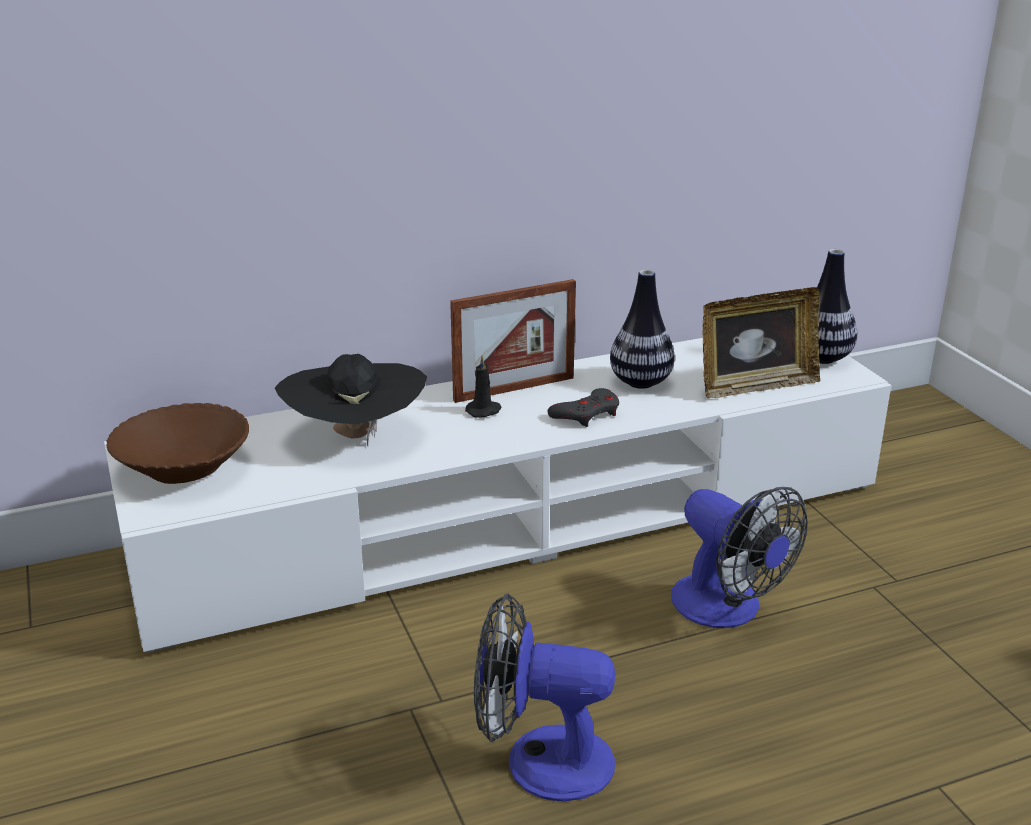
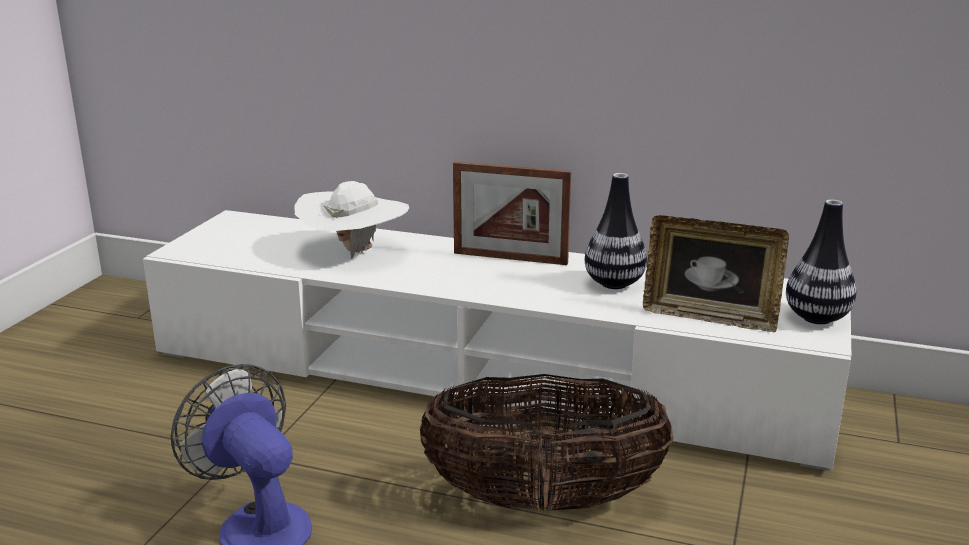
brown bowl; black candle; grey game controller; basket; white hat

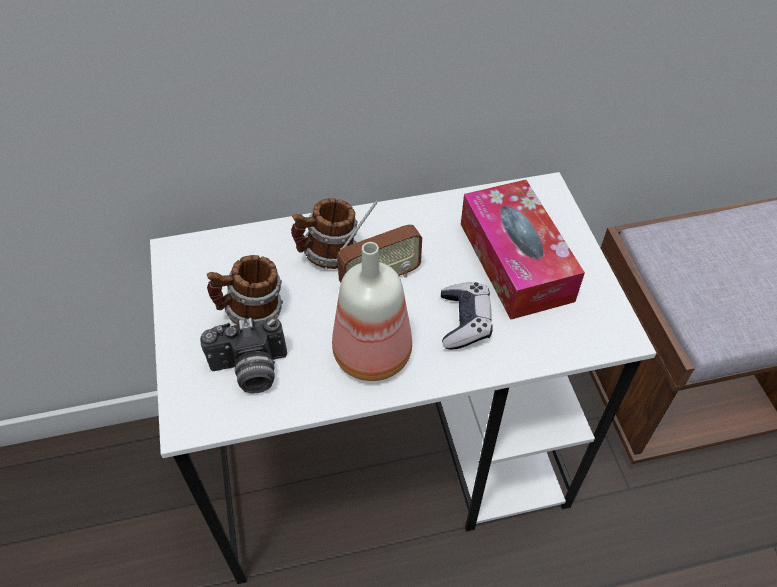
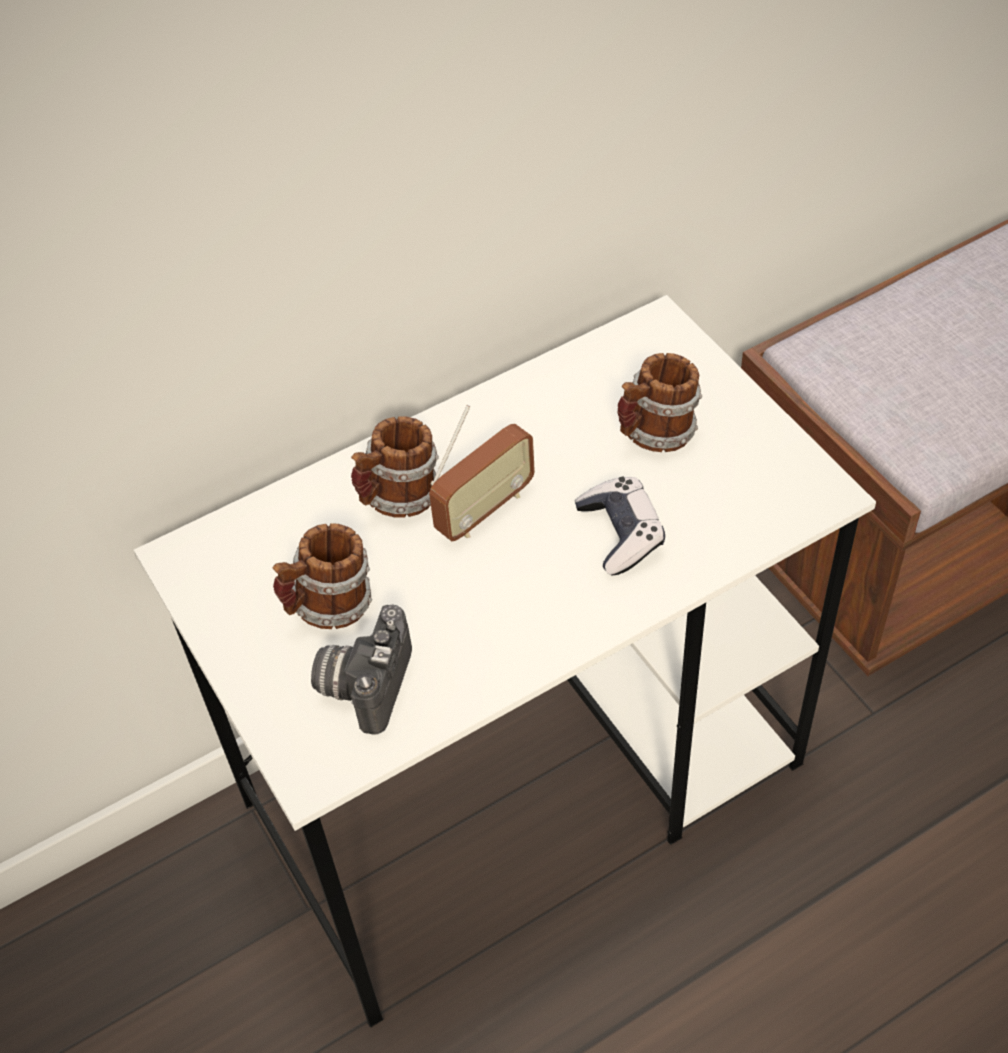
bottle; mug (3rd from left); photo camera

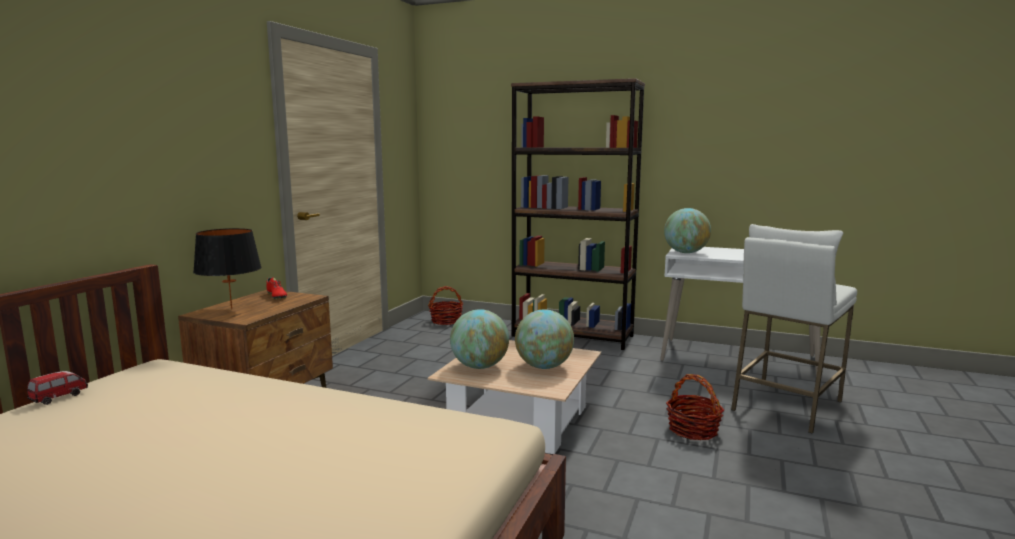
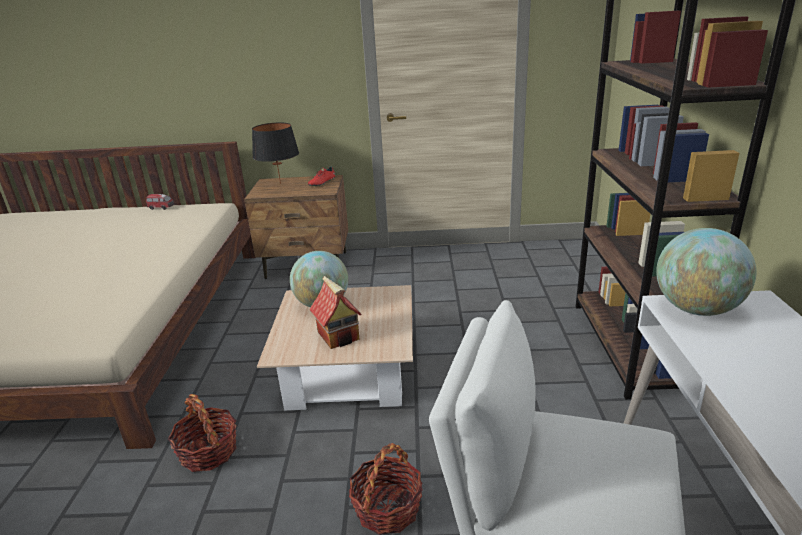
basket (1st from left); toy house

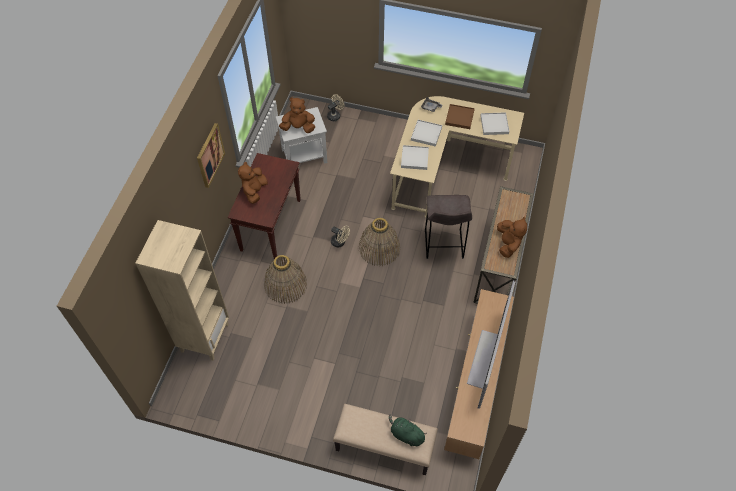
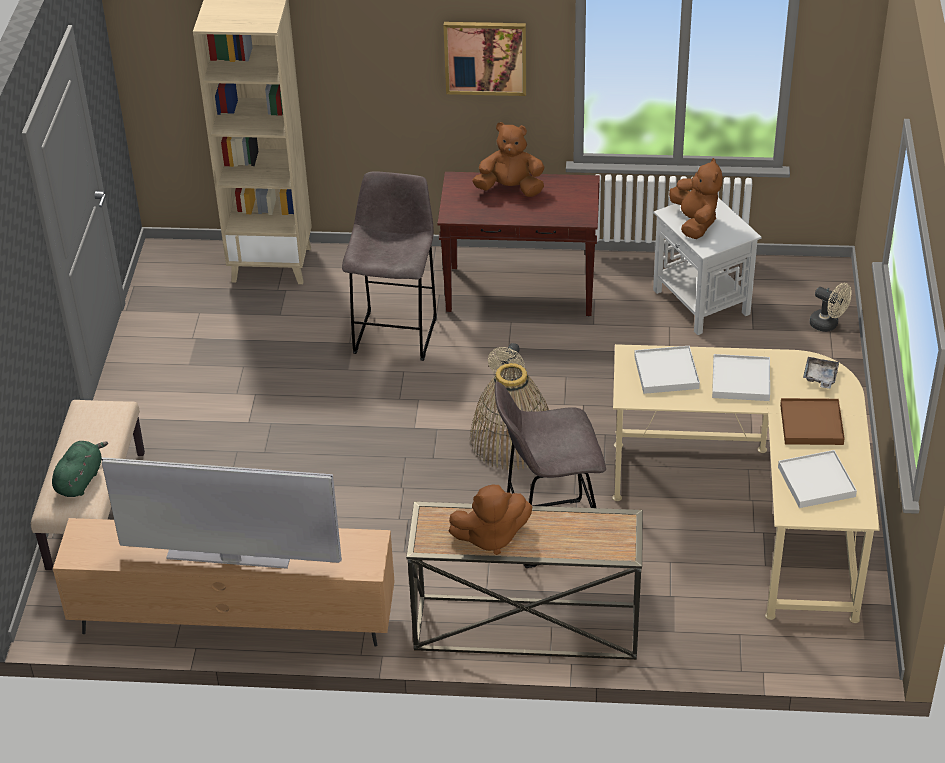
grey stool (1st from left)

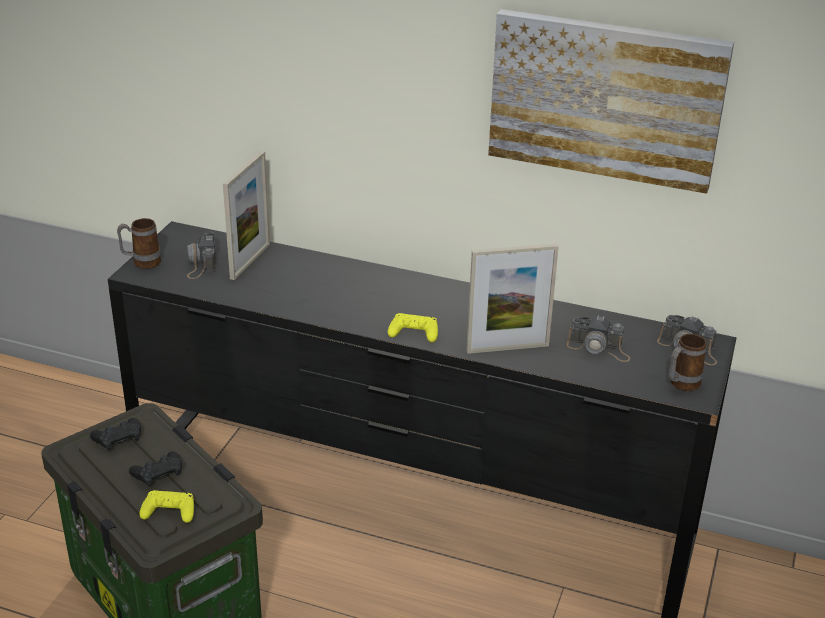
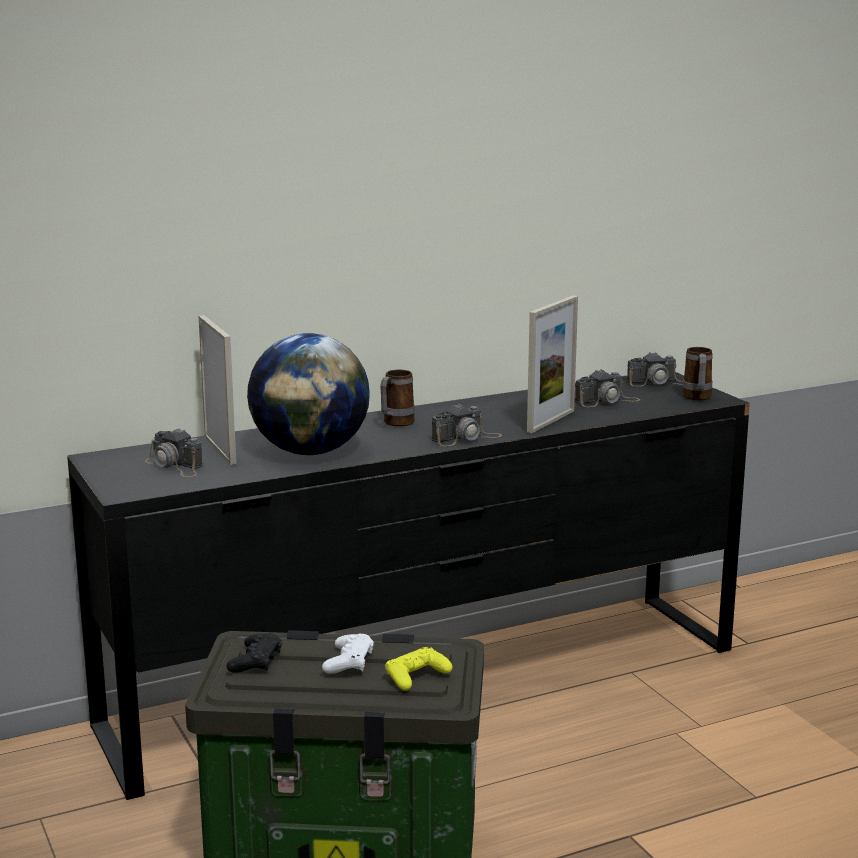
picture; globe; mug (1st from left); photo camera (2nd from left); white game controller

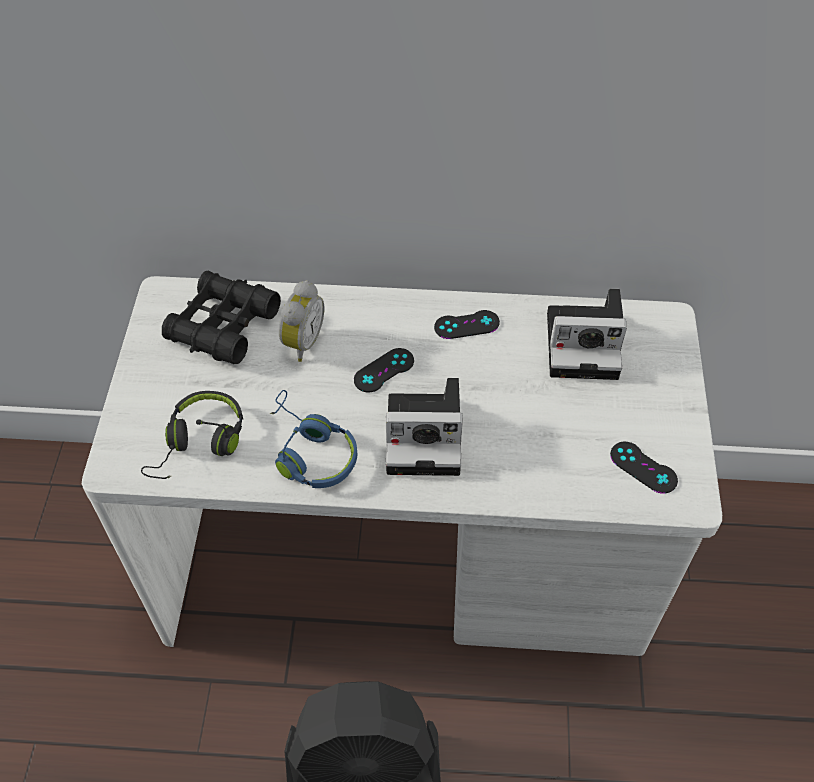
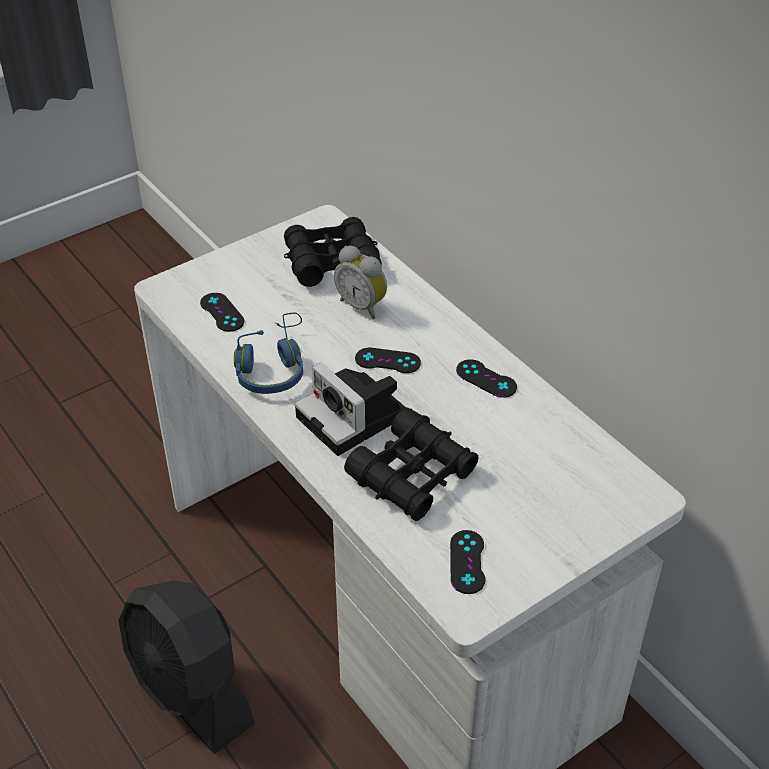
photo camera (2nd from left in the first image); black binoculars (2nd from left); black game controller (1st from left); alarm clock

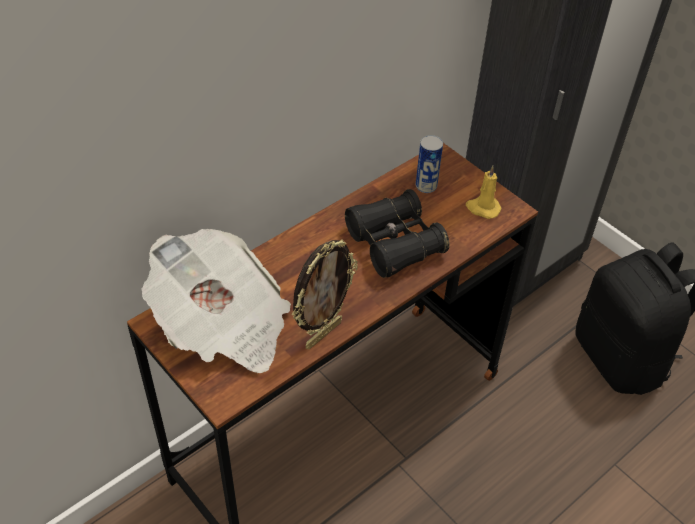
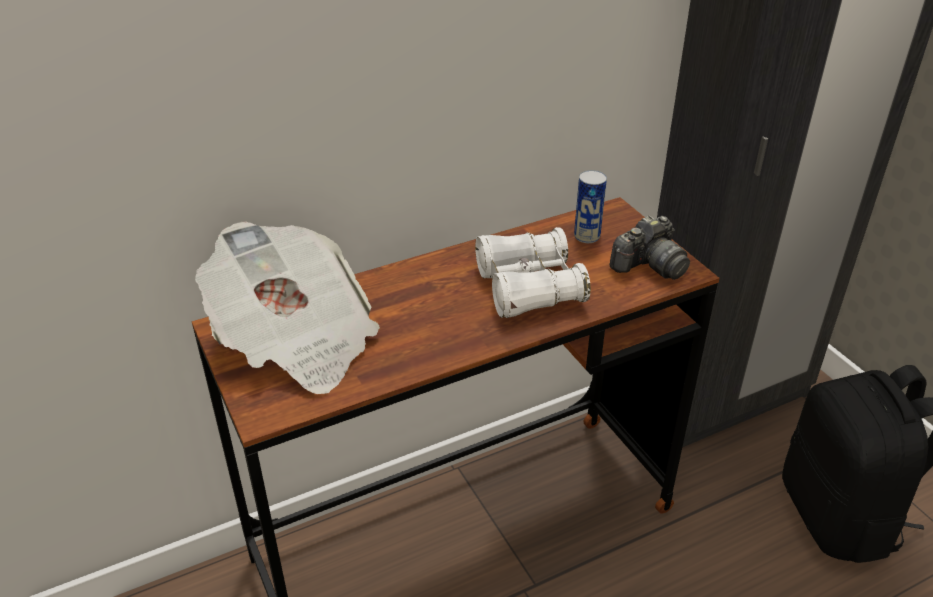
picture frame; photo camera; white binoculars

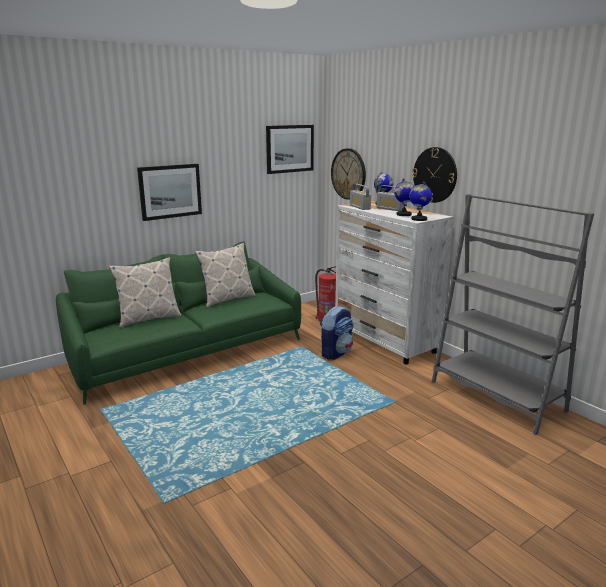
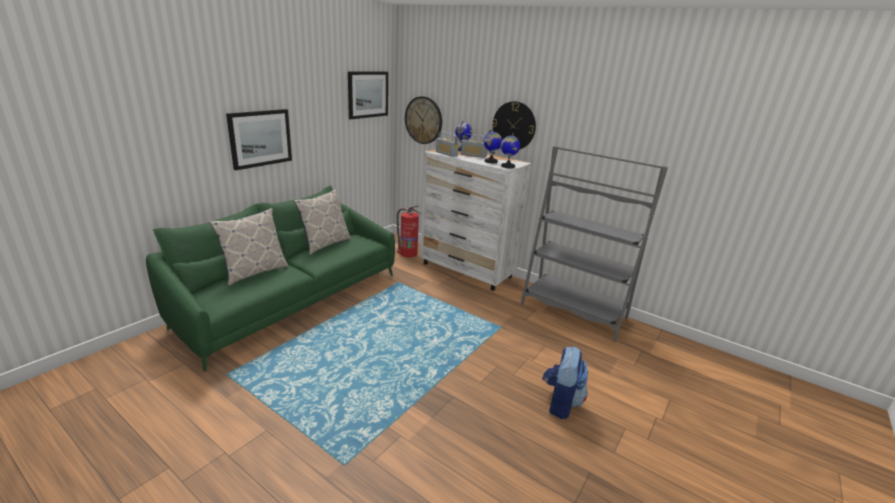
backpack

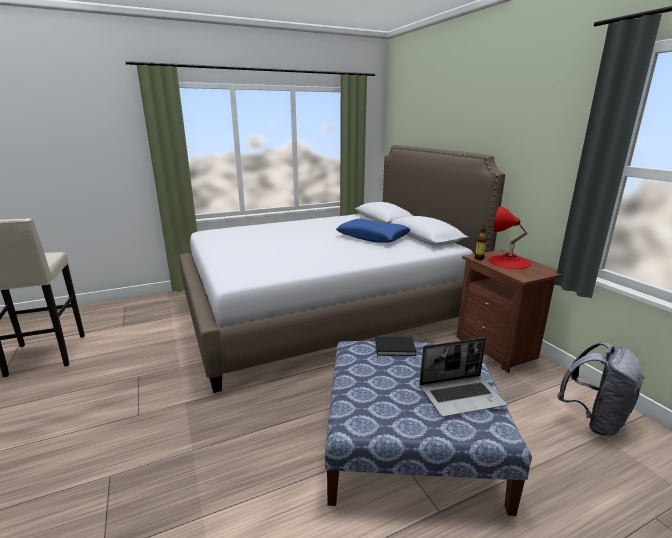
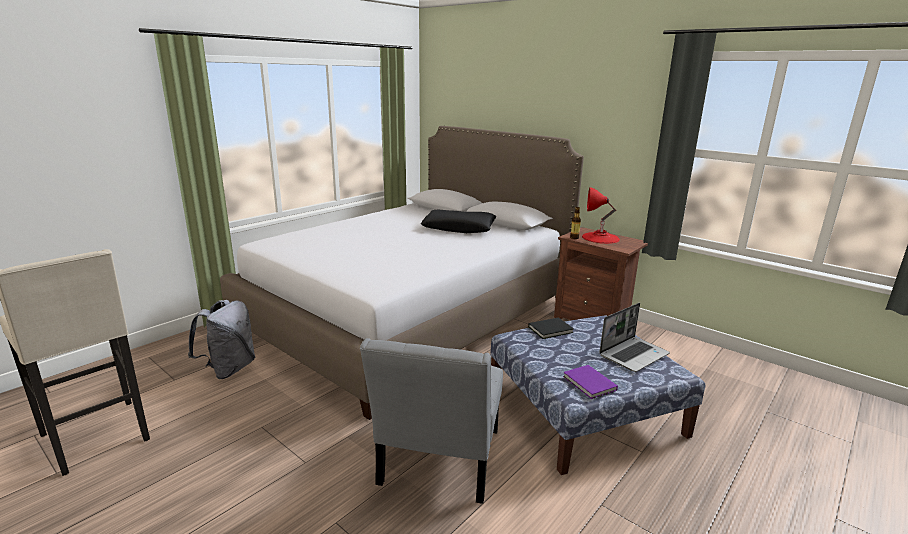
grey chair; purple book; grey backpack; black pillow

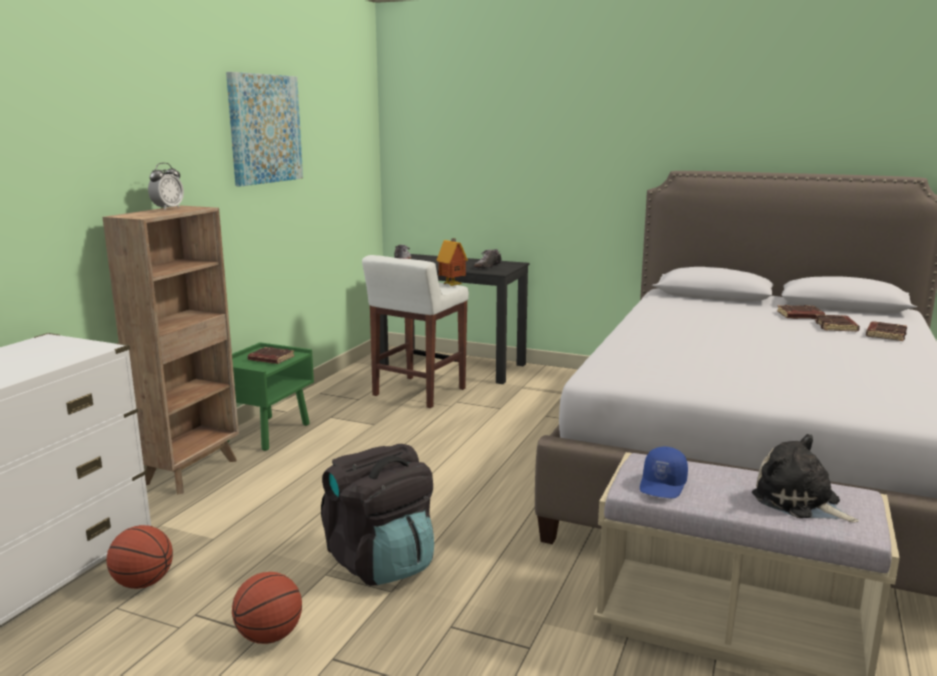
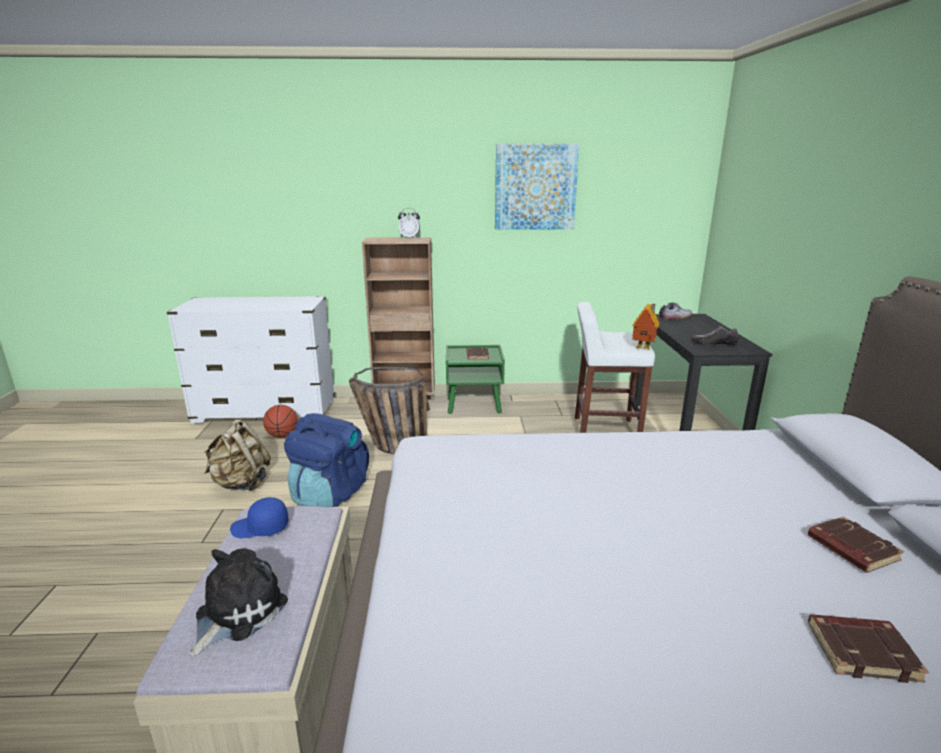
brown book (3rd from left in the first image); basket; beige backpack; blue backpack

